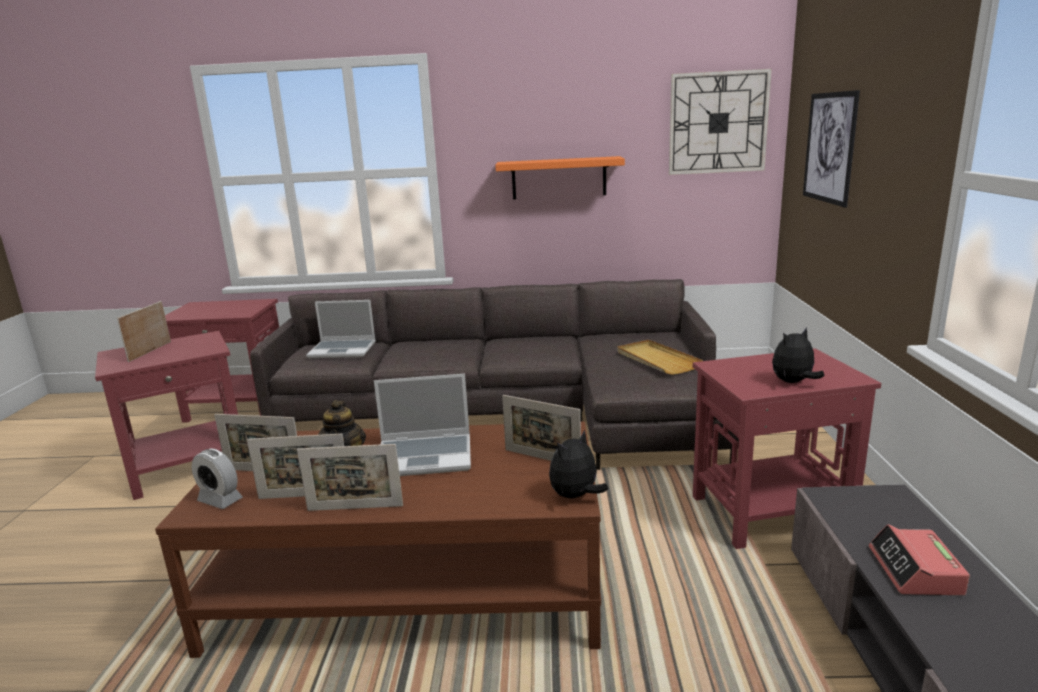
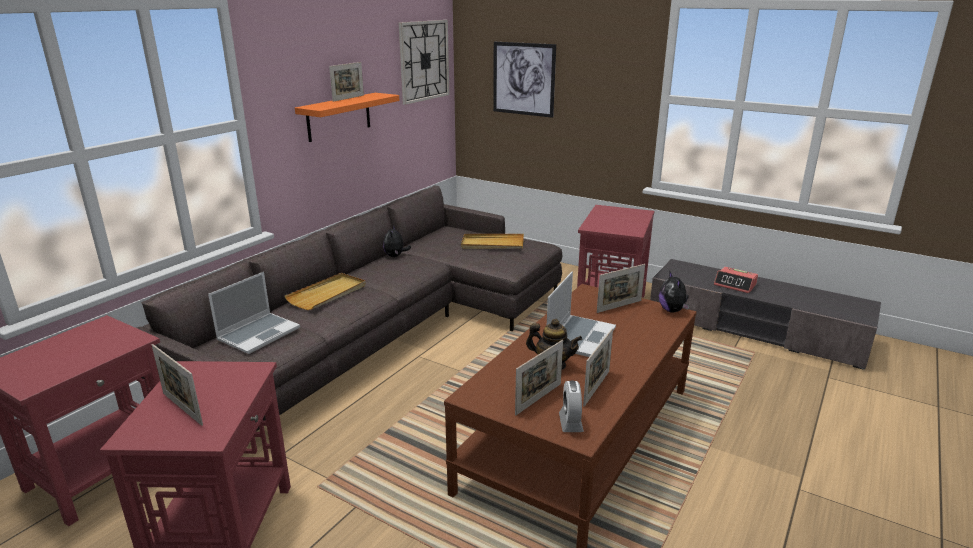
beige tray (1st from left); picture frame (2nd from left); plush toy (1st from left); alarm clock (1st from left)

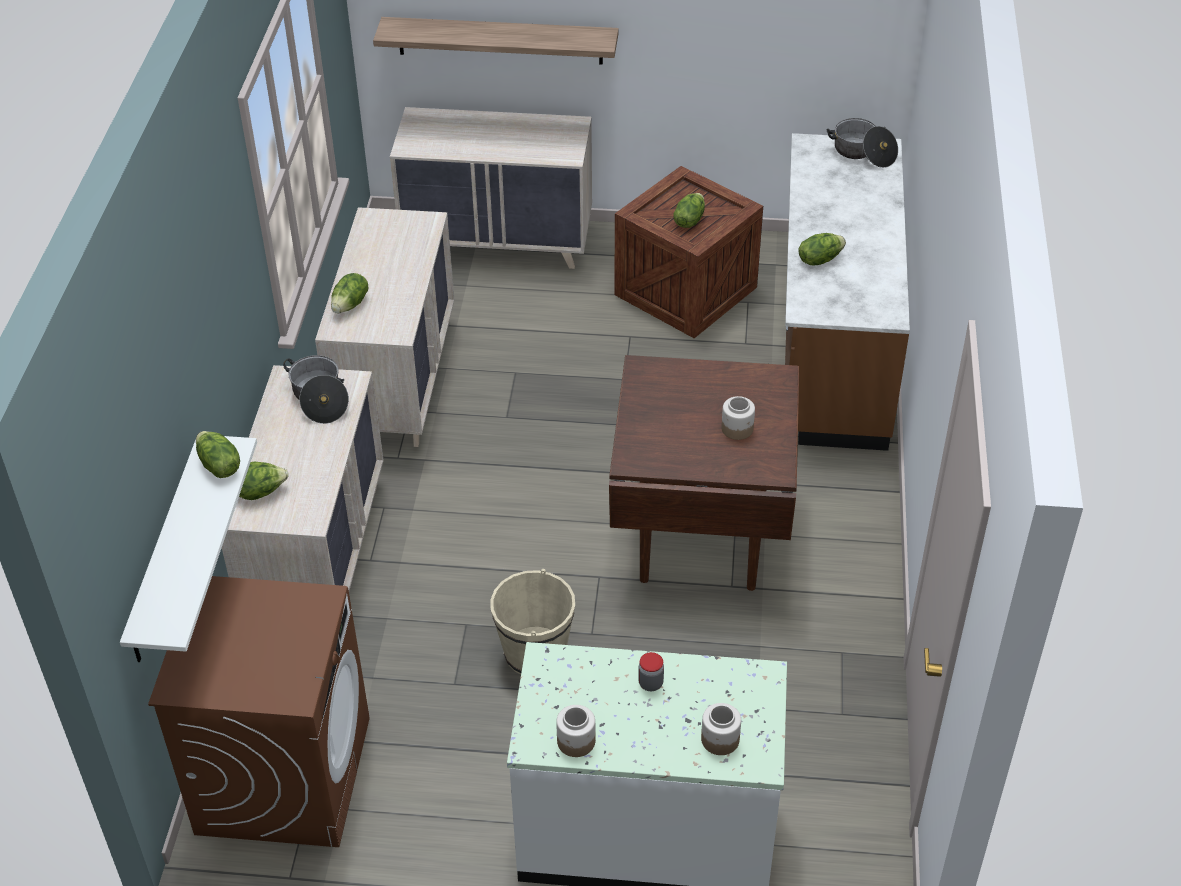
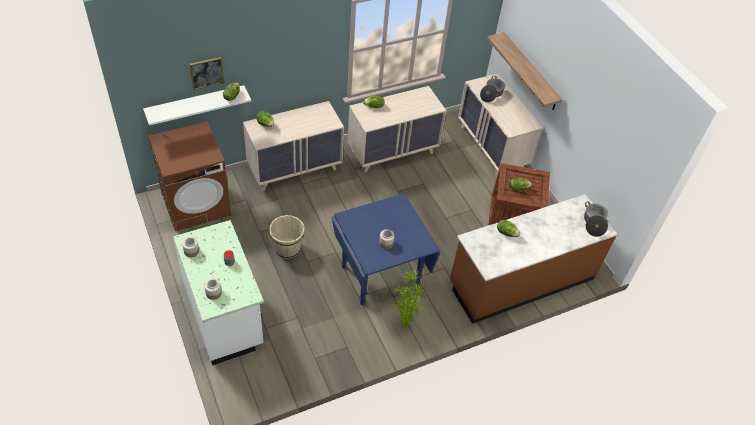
picture; potted plant; cooking pot (1st from left); blue dining table

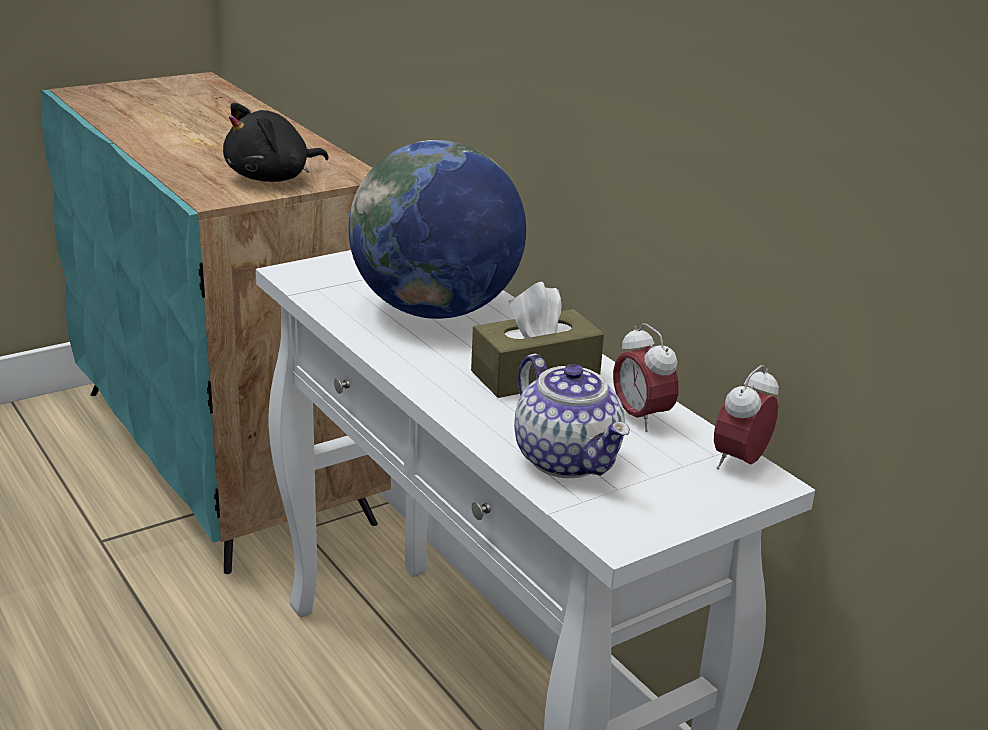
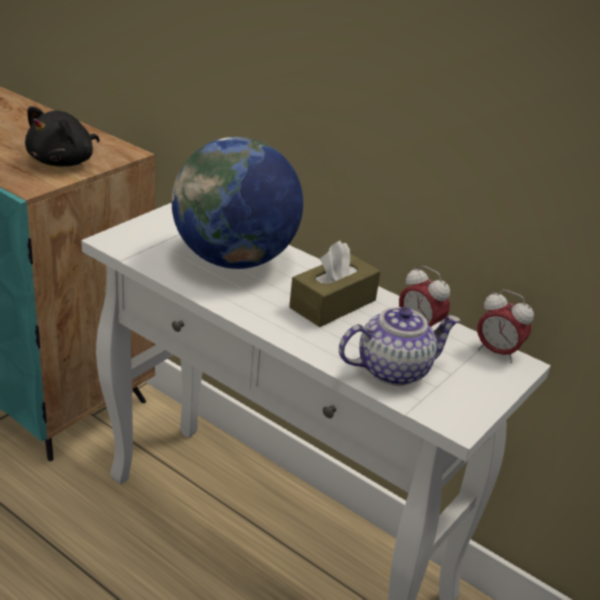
teapot; alarm clock (2nd from left)

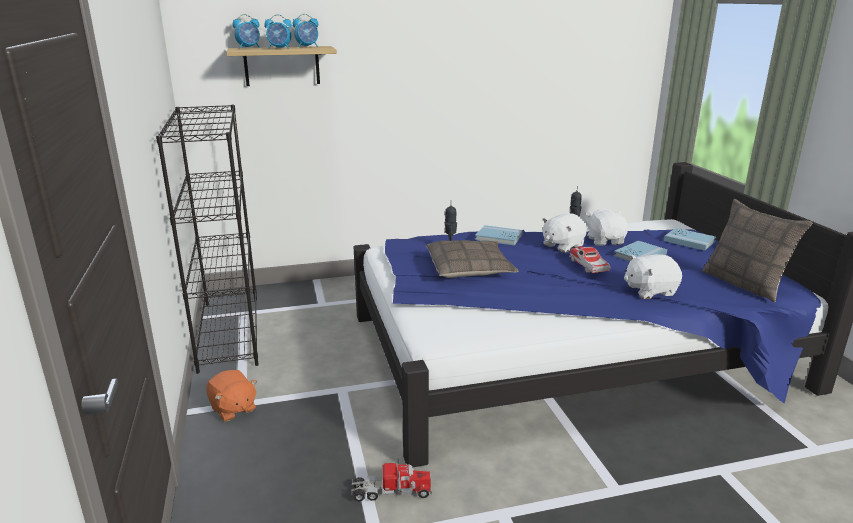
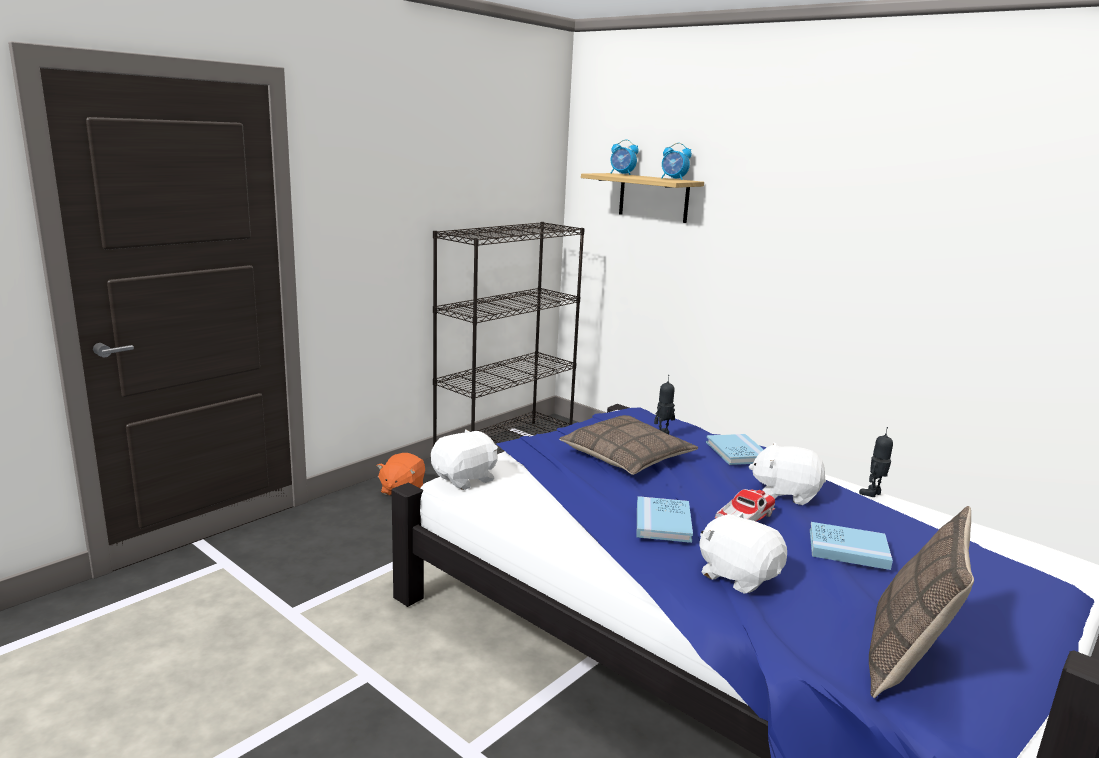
alarm clock (2nd from left in the first image); toy truck; white plush toy (1st from left); blue book (1st from left)

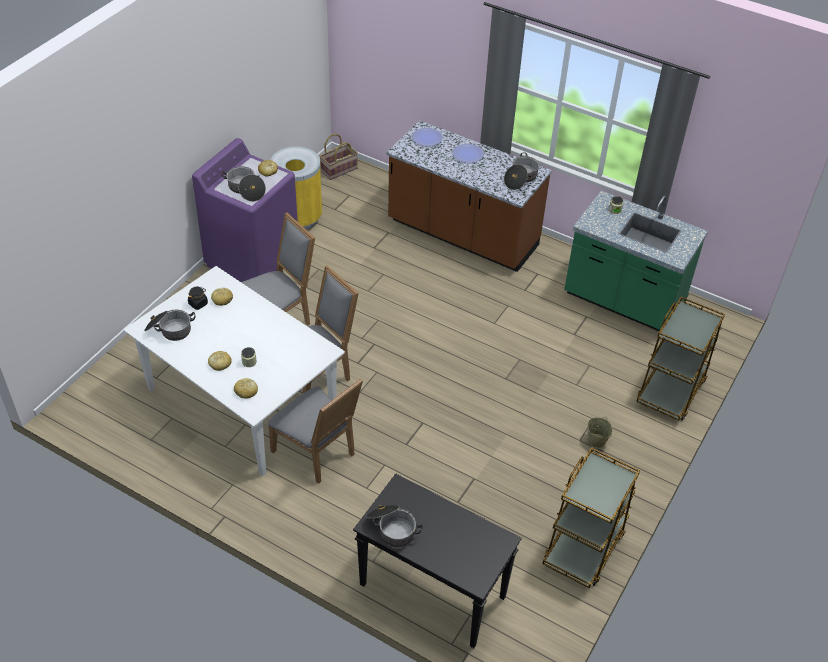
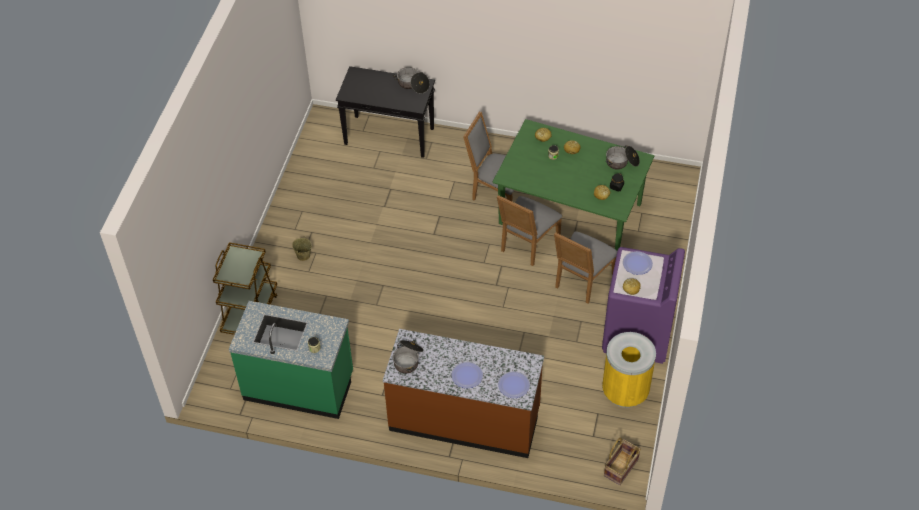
brown cart (1st from left in the first image); plate (3rd from left); green dining table

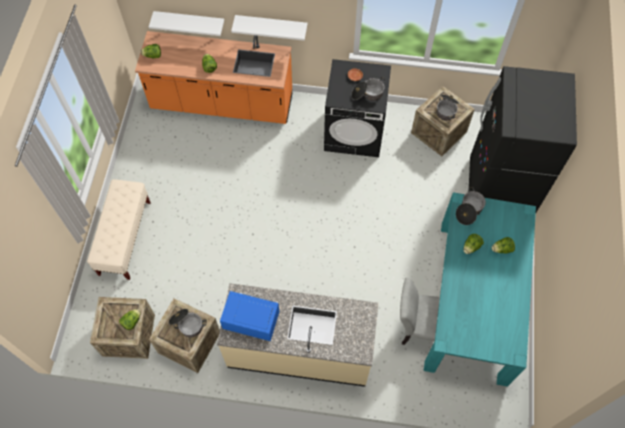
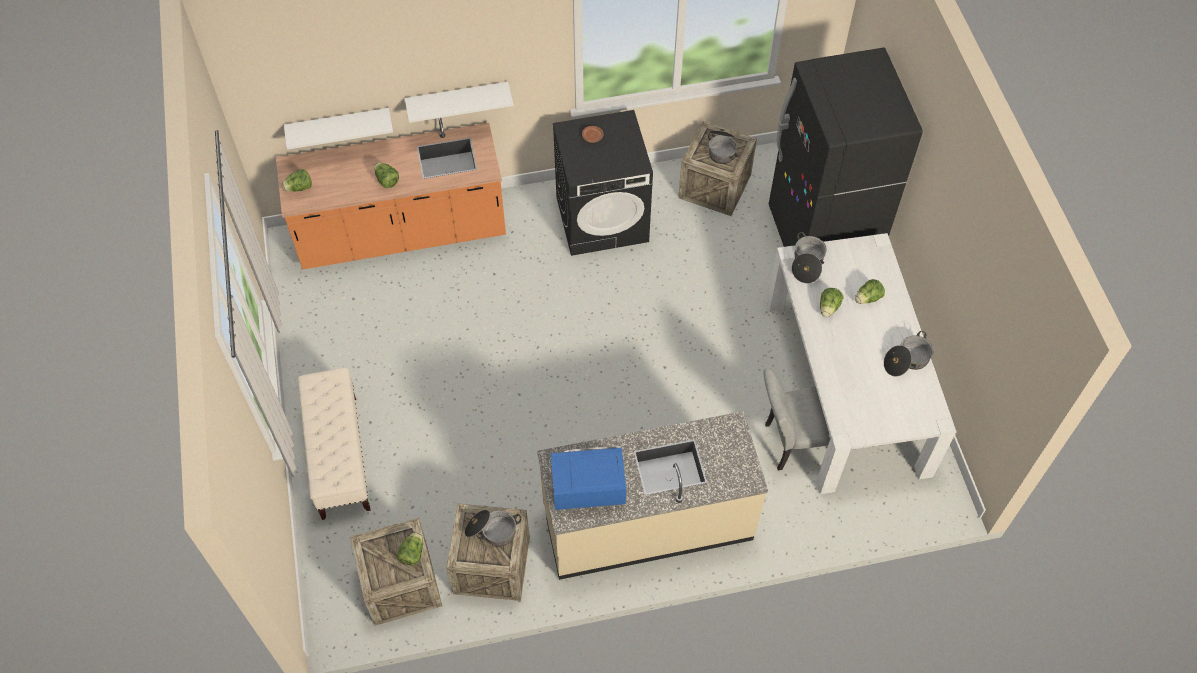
cooking pot (4th from left); white dining table

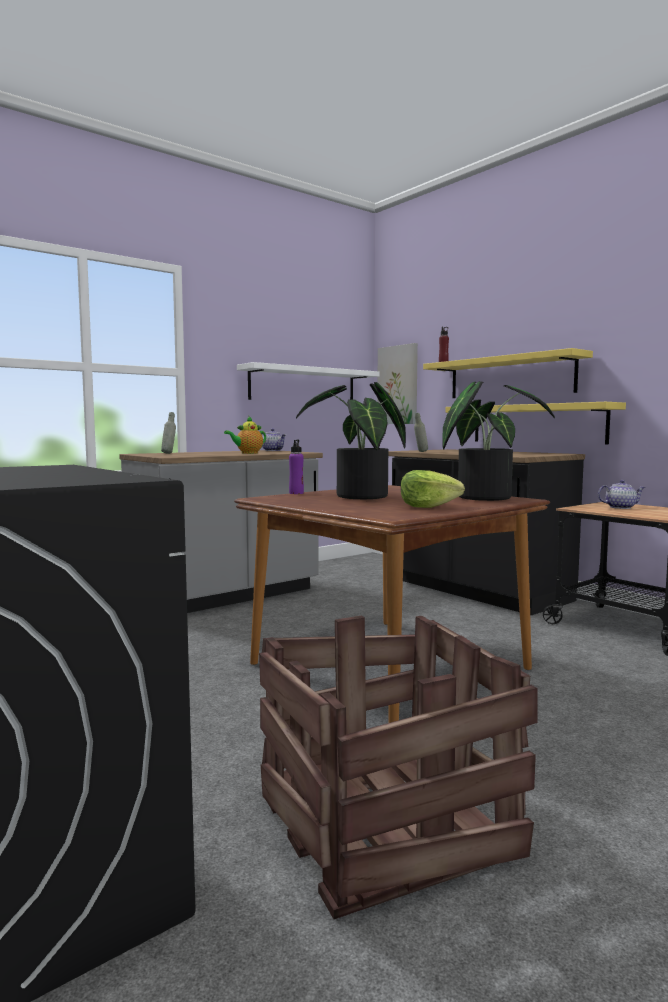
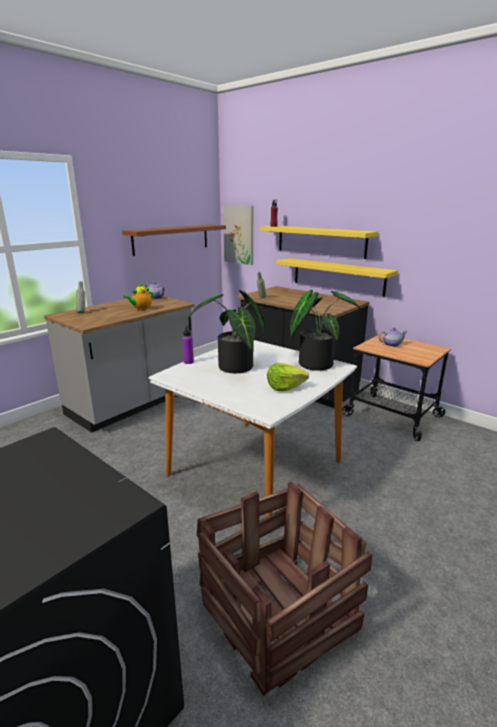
white dining table; brown shelf

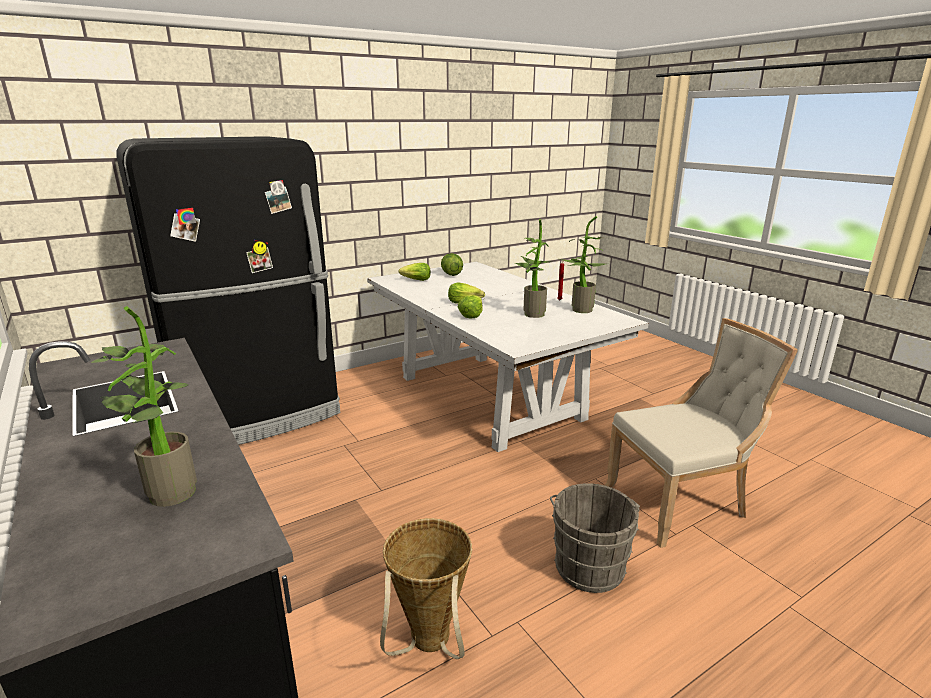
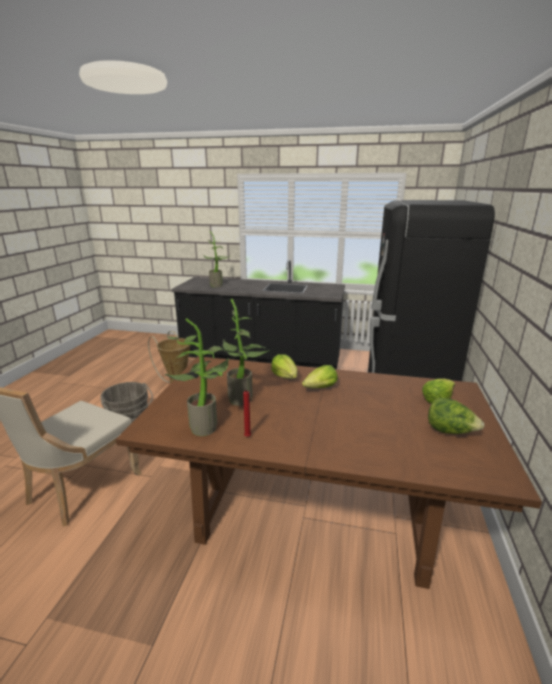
brown dining table

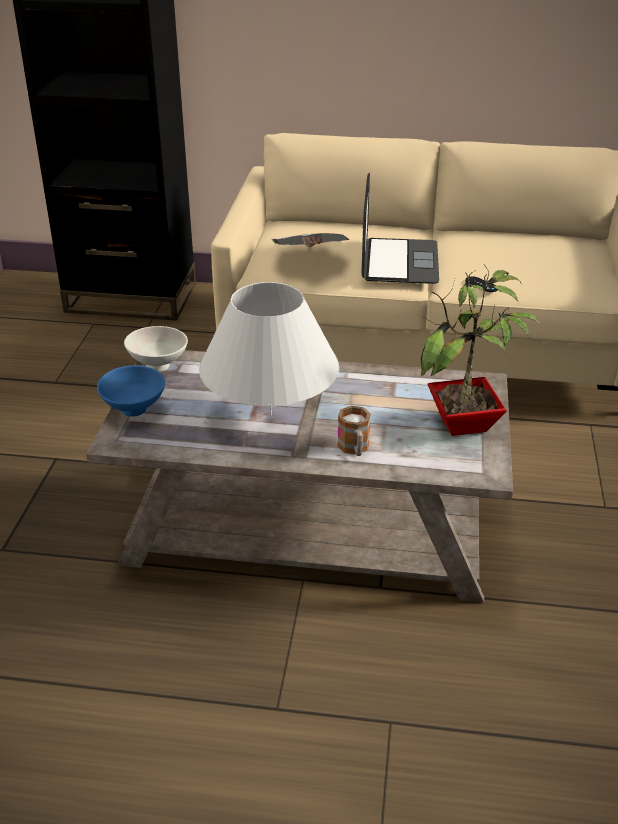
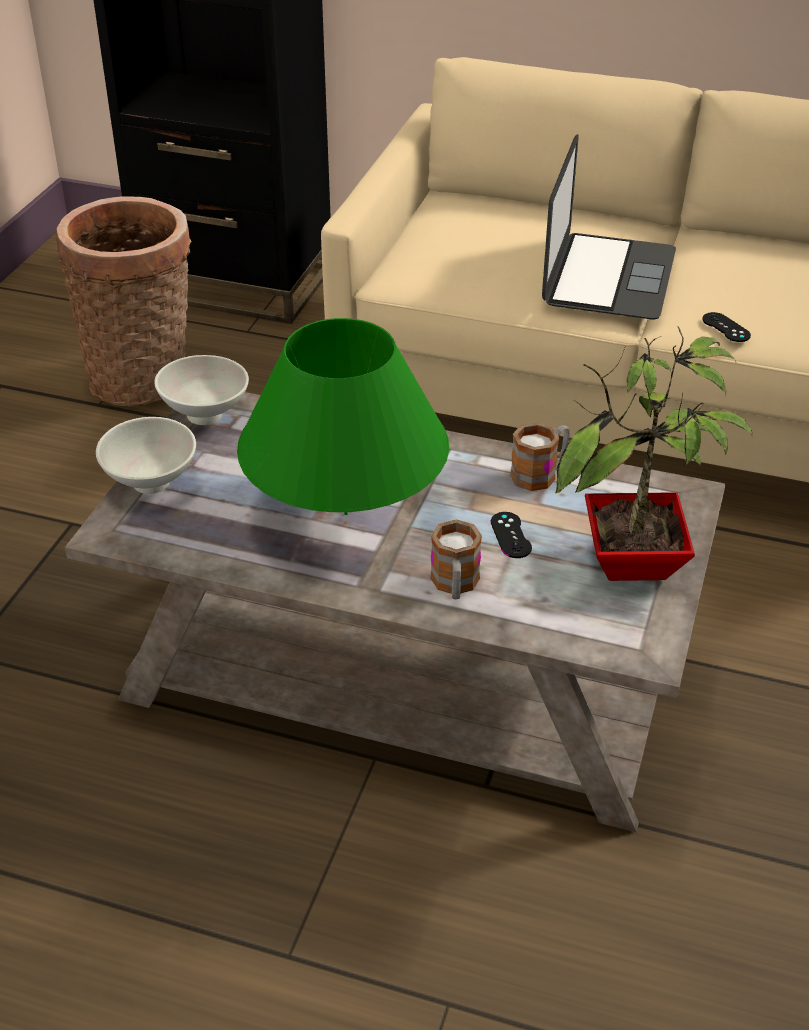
newspaper; basket; black game controller (1st from left); mug (2nd from left); white bowl (1st from left); green table lamp

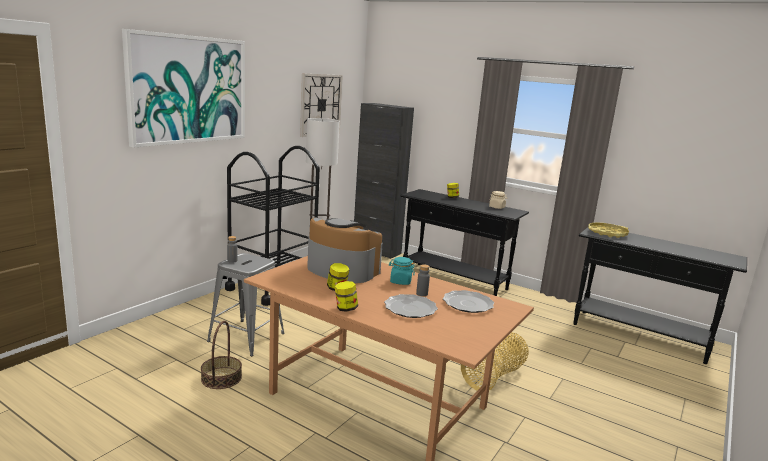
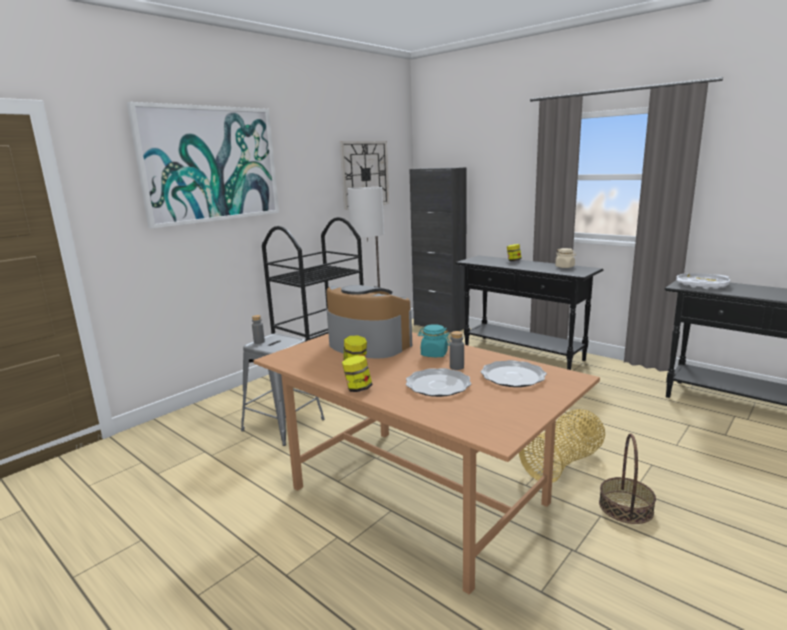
basket (2nd from left); white tray

